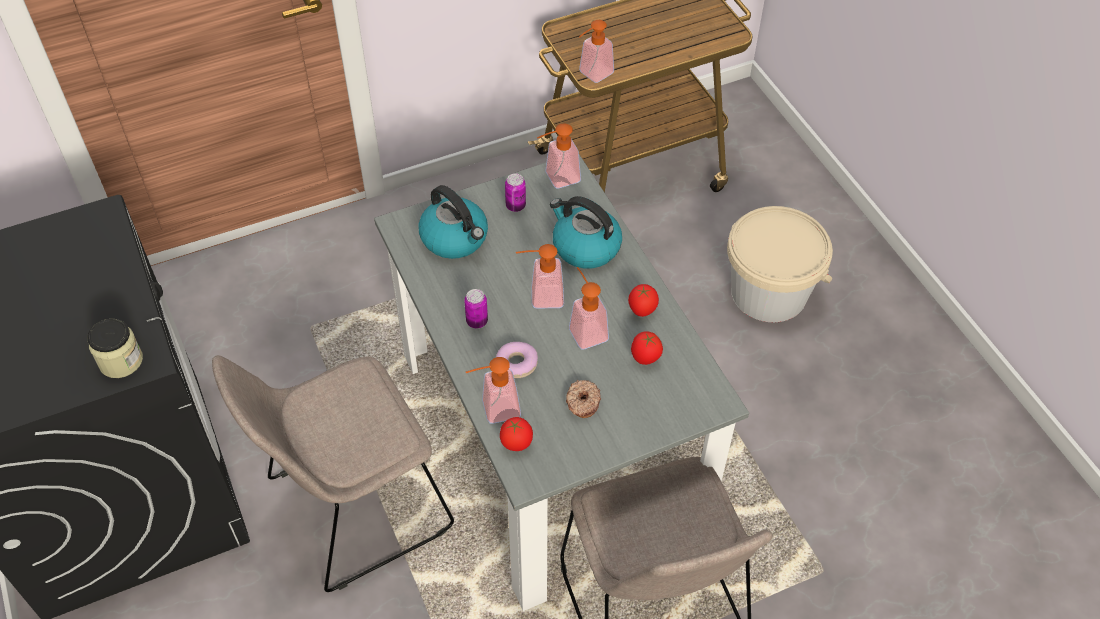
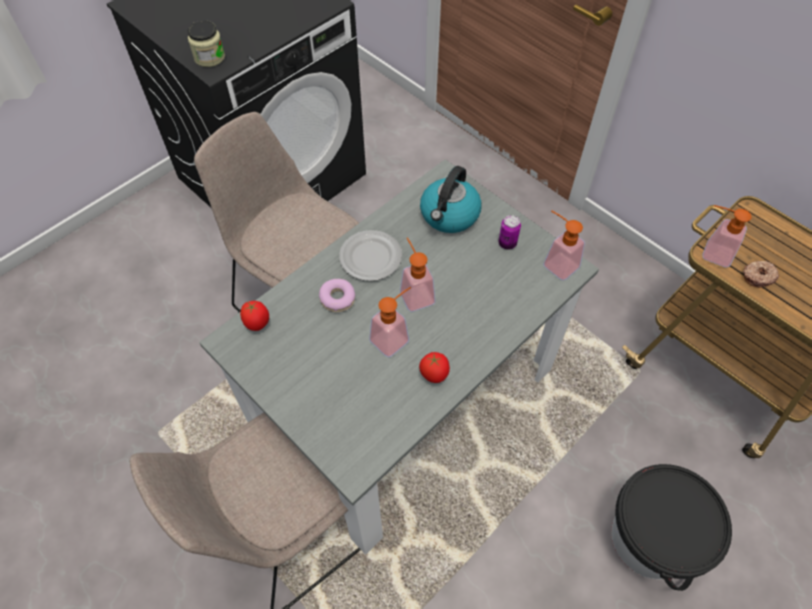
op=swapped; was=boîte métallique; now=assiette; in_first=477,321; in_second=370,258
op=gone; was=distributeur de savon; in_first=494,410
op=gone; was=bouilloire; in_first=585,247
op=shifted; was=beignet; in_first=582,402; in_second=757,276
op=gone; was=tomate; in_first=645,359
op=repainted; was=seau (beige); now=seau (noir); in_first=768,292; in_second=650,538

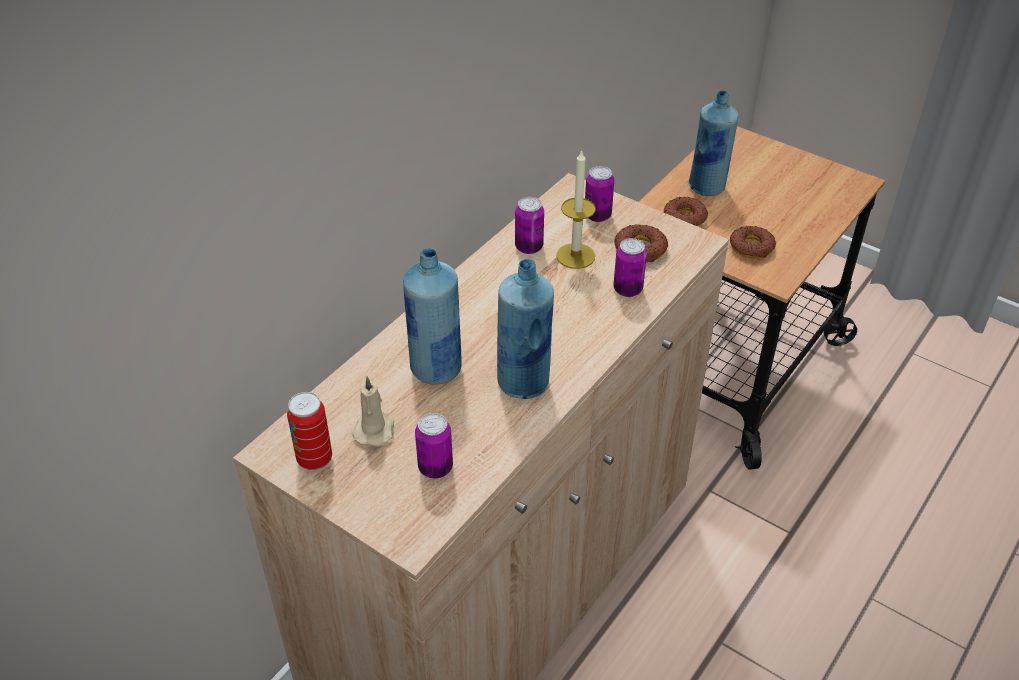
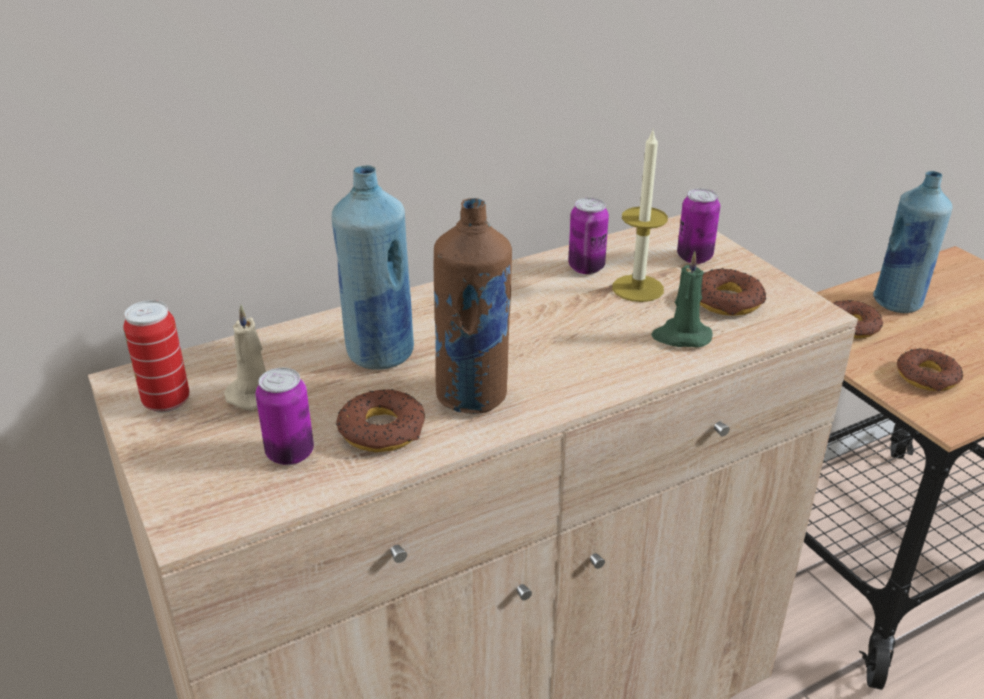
op=repainted; was=bouteille (bleu); now=bouteille (marron); in_first=524,382; in_second=473,396
op=swapped; was=boîte métallique; now=bougie (vert); in_first=627,289; in_second=681,336
op=new; now=beignet; in_second=382,430

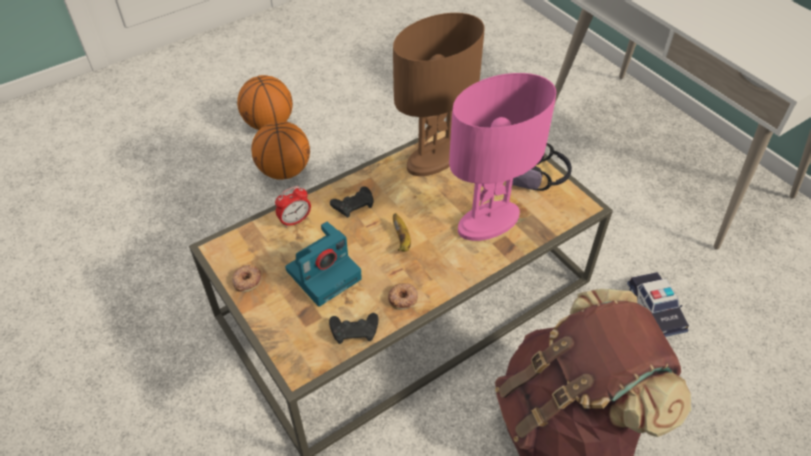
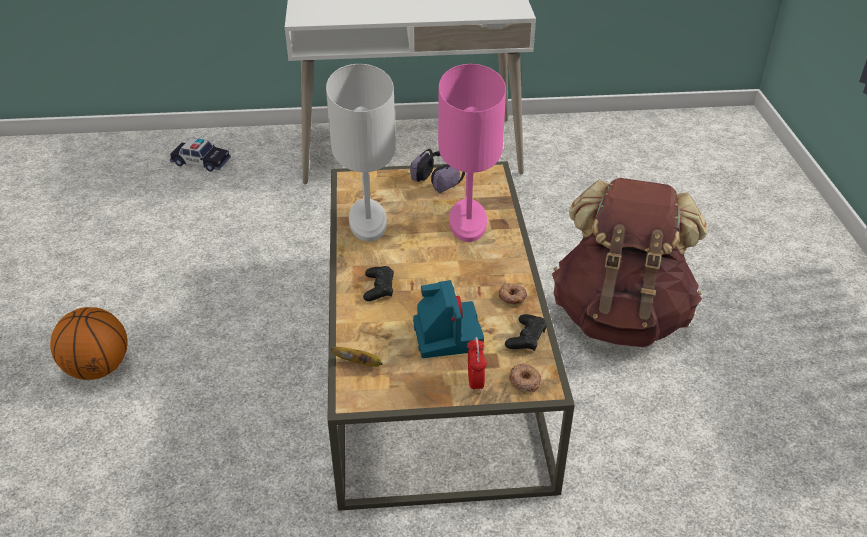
op=shifted; was=beignet; in_first=247,280; in_second=524,381
op=gone; was=ballon de basket; in_first=284,171
op=shifted; was=réveil; in_first=295,221; in_second=475,382
op=repainted; was=lampe de table (marron); now=lampe de table (blanc); in_first=434,159; in_second=368,221
op=shifted; was=banane; in_first=402,240; in_second=359,363
op=shifted; was=petite voiture; in_first=655,309; in_second=201,162

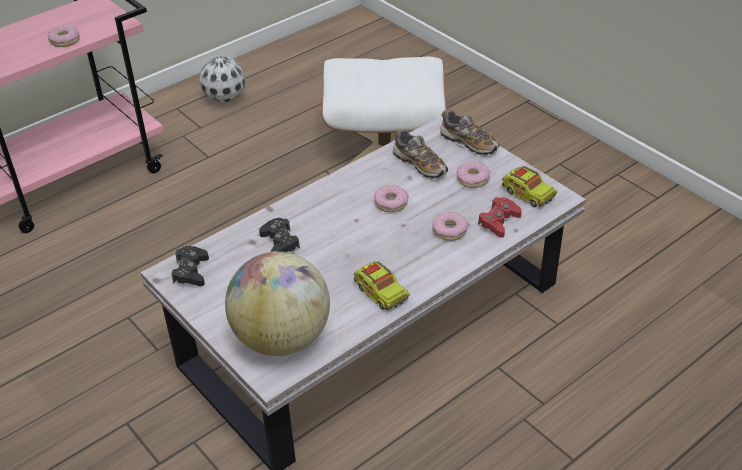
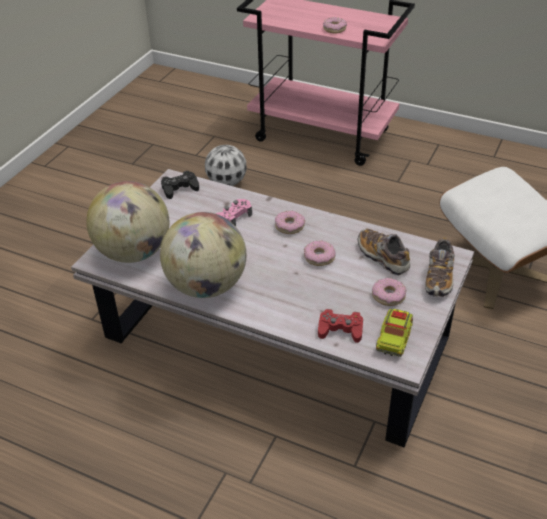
op=shifted; was=ballon de foot; in_first=226,98; in_second=227,183
op=repainted; was=manette (noir); now=manette (rose); in_first=280,242; in_second=233,216
op=swapped; was=camion jouet; now=globe; in_first=380,293; in_second=207,286
op=rotated; was=chaussure; in_first=420,165; in_second=382,258; clockwise=120
op=shifted; was=beignet; in_first=449,230; in_second=289,226

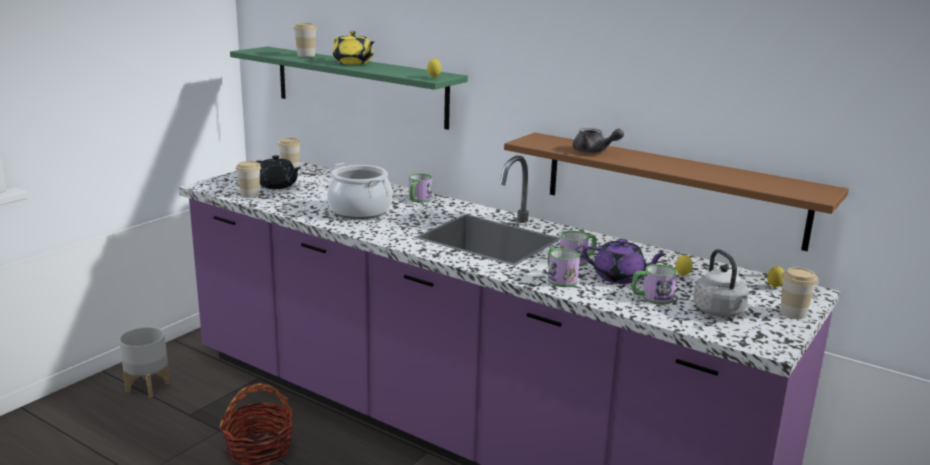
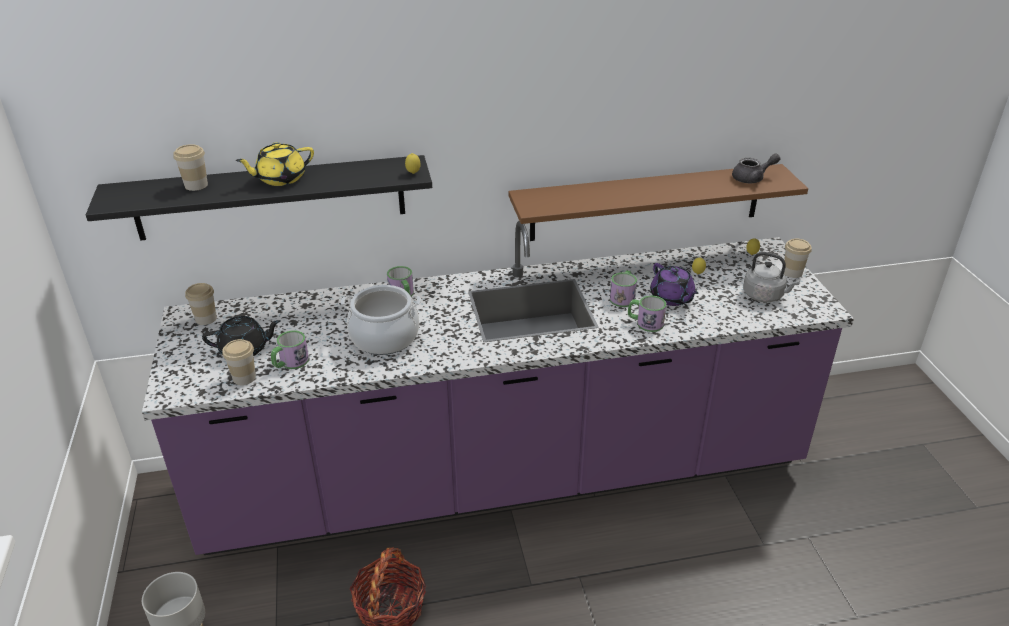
op=repainted; was=étagère (vert); now=étagère (noir); in_first=359,86; in_second=271,198
op=rotated; was=théière (jaune); in_first=353,63; in_second=280,179; clockwise=150
op=shifted; was=théière (gris); in_first=594,151; in_second=752,178
op=rotated; was=théière (violet); in_first=620,277; in_second=672,298; clockwise=90
op=shifted; was=mug; in_first=651,298; in_second=290,363

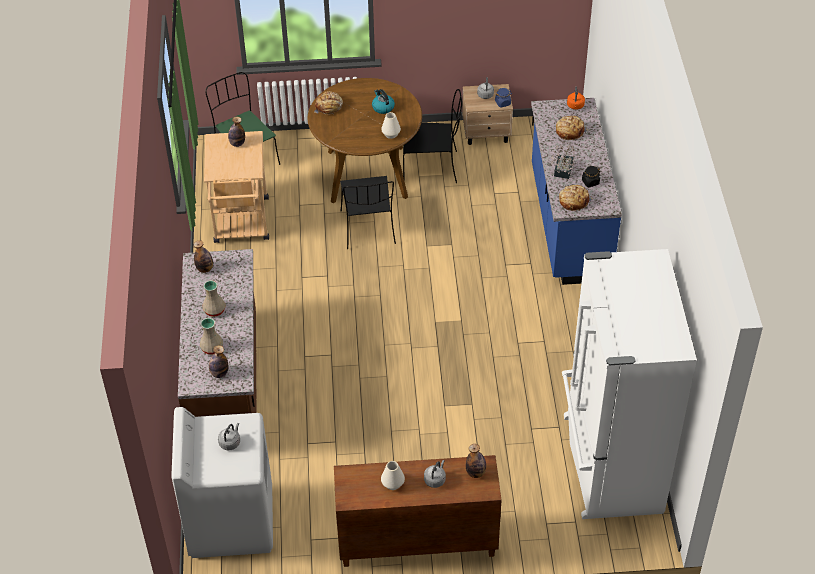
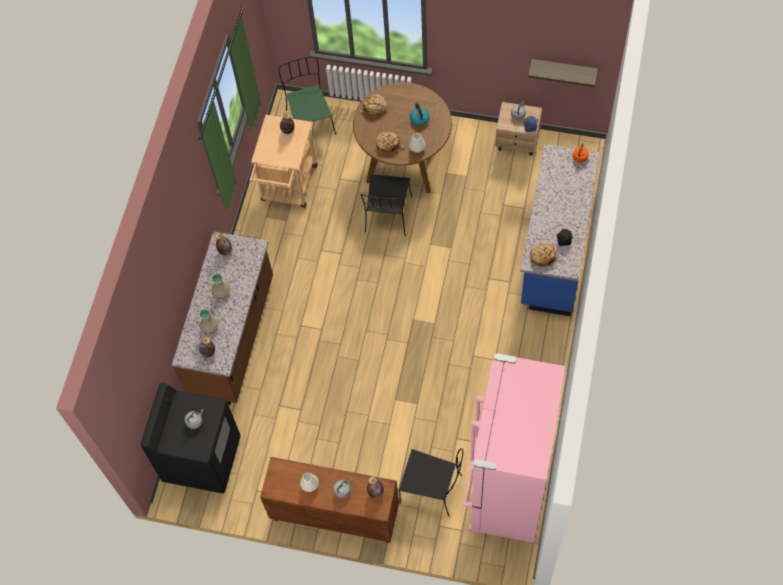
op=repainted; was=lave-linge (blanc); now=lave-linge (noir); in_first=231,521; in_second=202,458
op=shifted; was=chaise (noir); in_first=432,167; in_second=432,489
op=gone; was=plante en pot; in_first=562,172
op=shifted; was=pain; in_first=569,131; in_second=388,144
op=repainted; was=réfrigérateur (blanc); now=réfrigérateur (rose); in_first=609,464; in_second=507,487
op=new; now=étagère; in_second=563,70

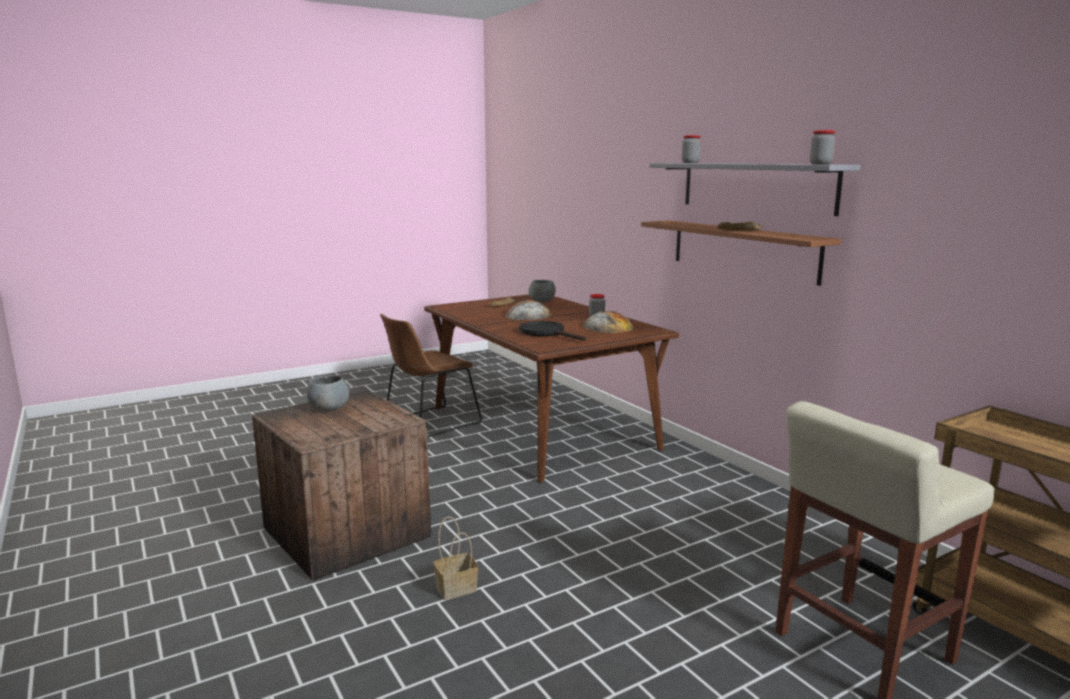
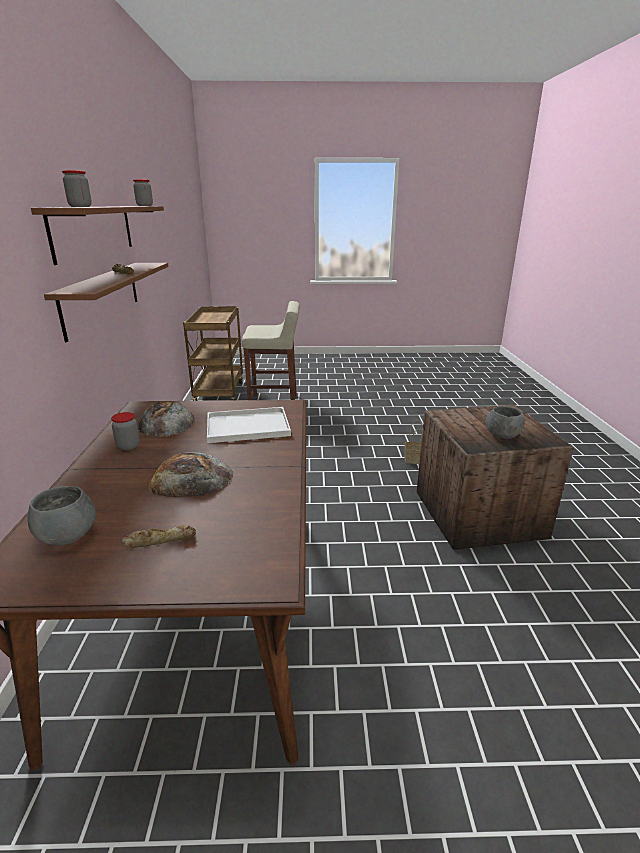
op=gone; was=chaise (marron); in_first=429,423
op=swapped; was=poêle (noir); now=plateau (blanc); in_first=546,333; in_second=246,427
op=repainted; was=étagère (gris); now=étagère (marron); in_first=755,186; in_second=94,230

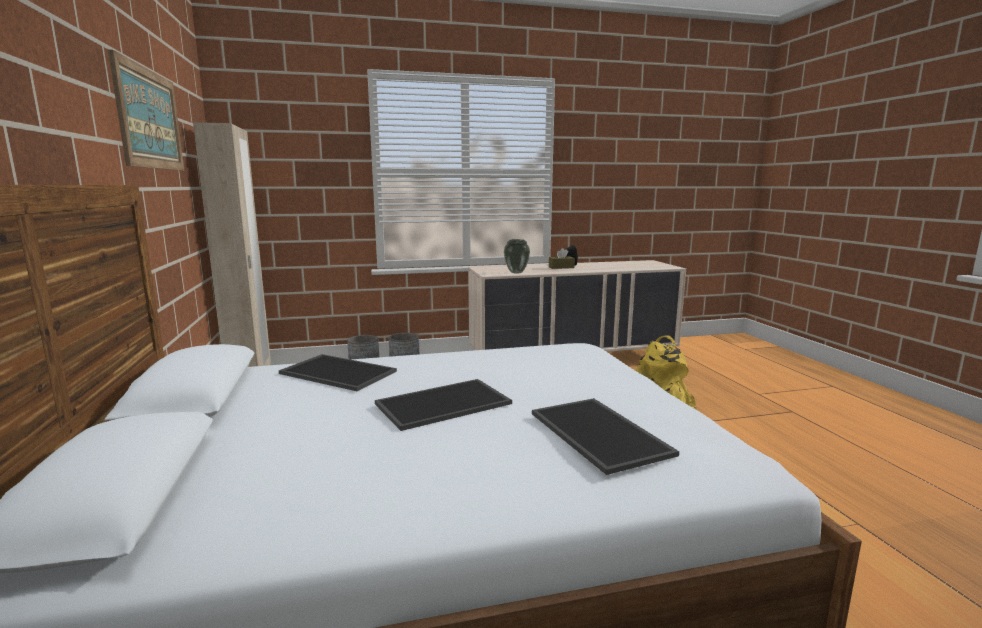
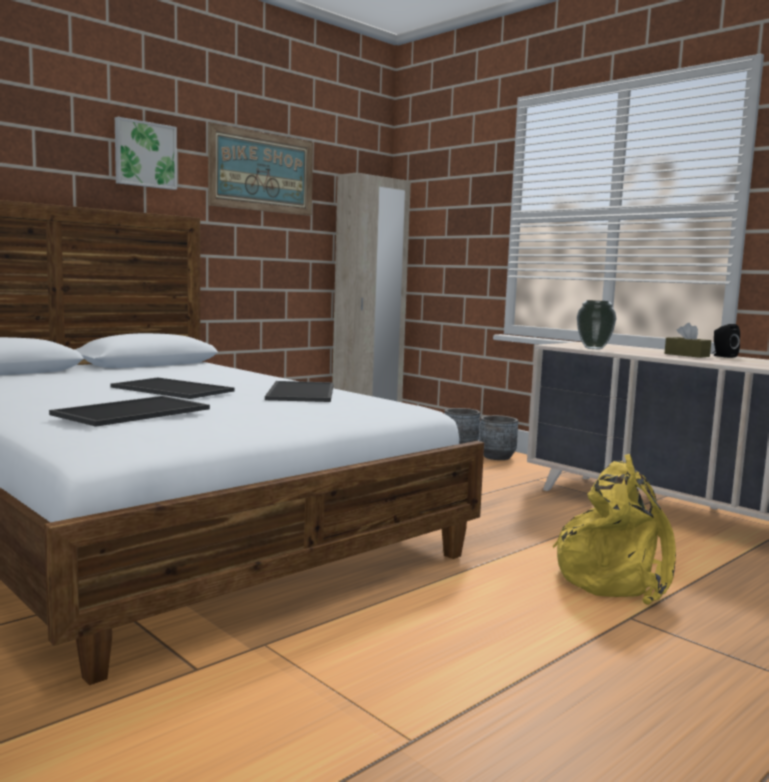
op=shifted; was=plateau; in_first=336,373; in_second=299,392
op=new; now=tableau; in_second=145,154

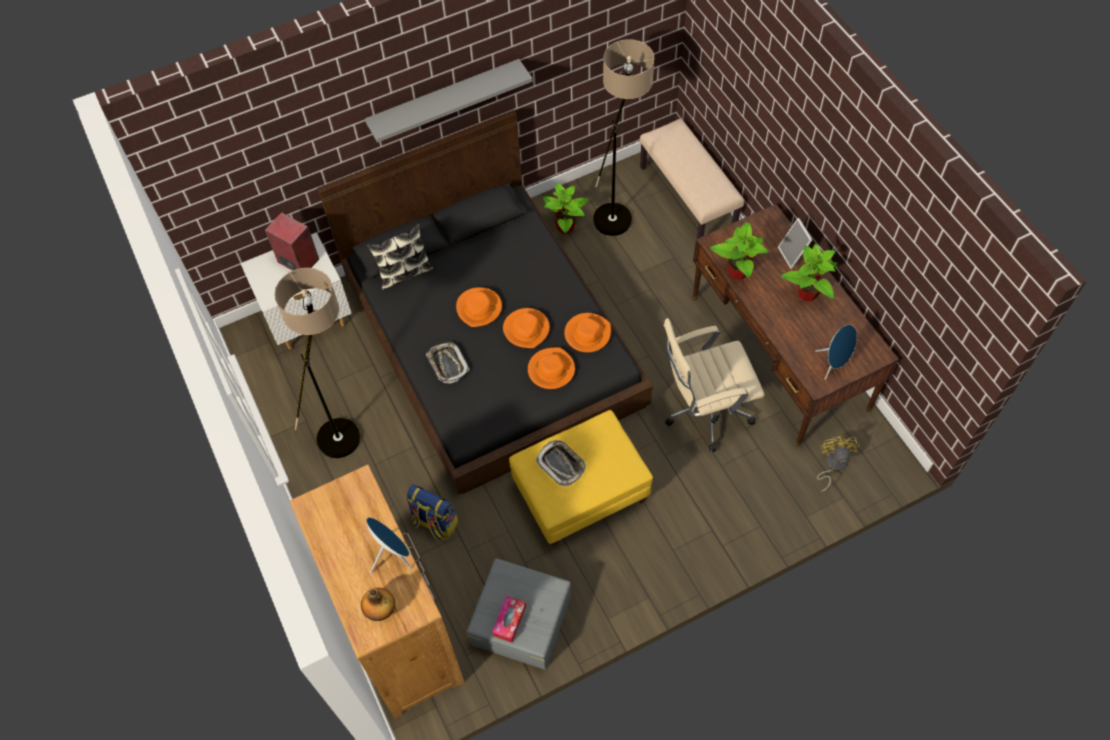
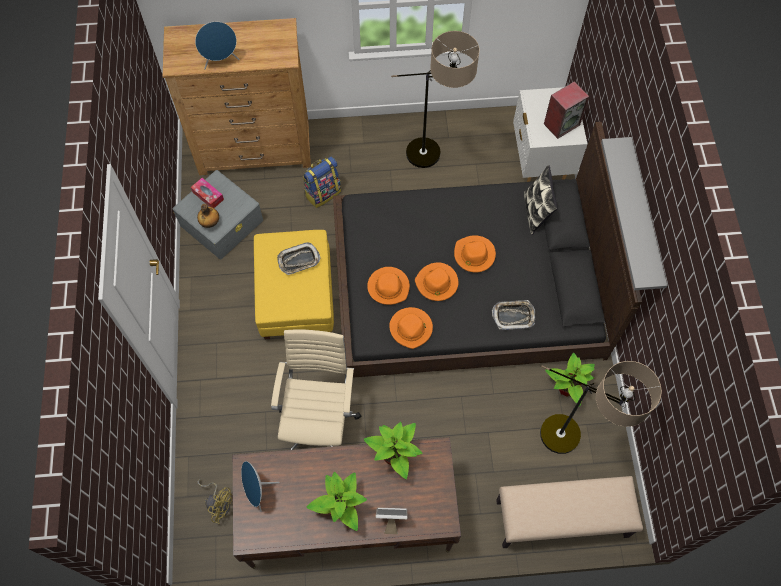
op=shifted; was=bouteille; in_first=381,610; in_second=210,223
op=shifted; was=plateau; in_first=447,364; in_second=513,316

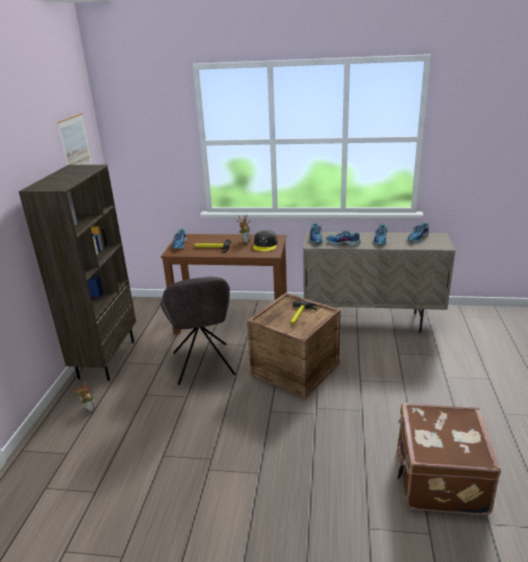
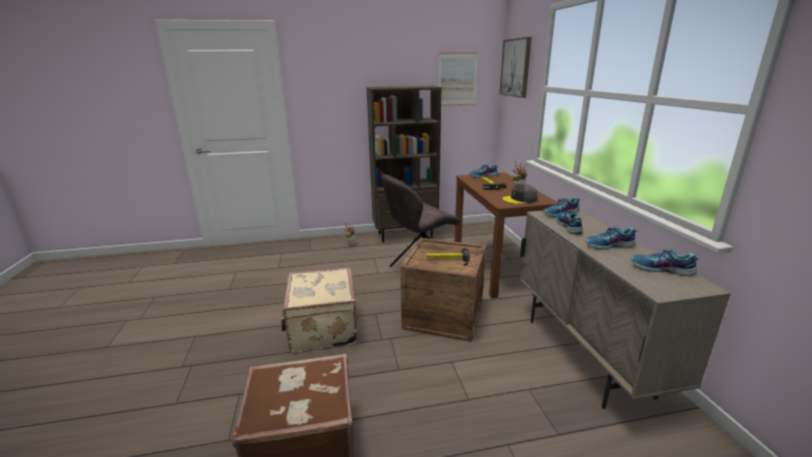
op=new; now=valise (beige); in_second=322,329
op=new; now=tableau; in_second=516,67

